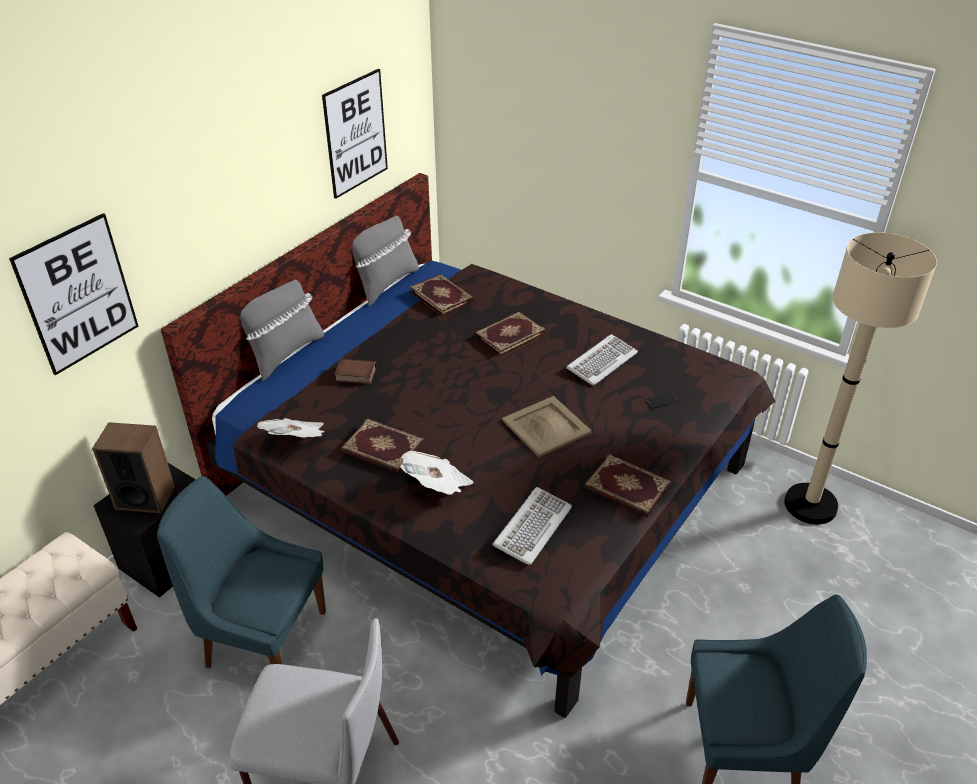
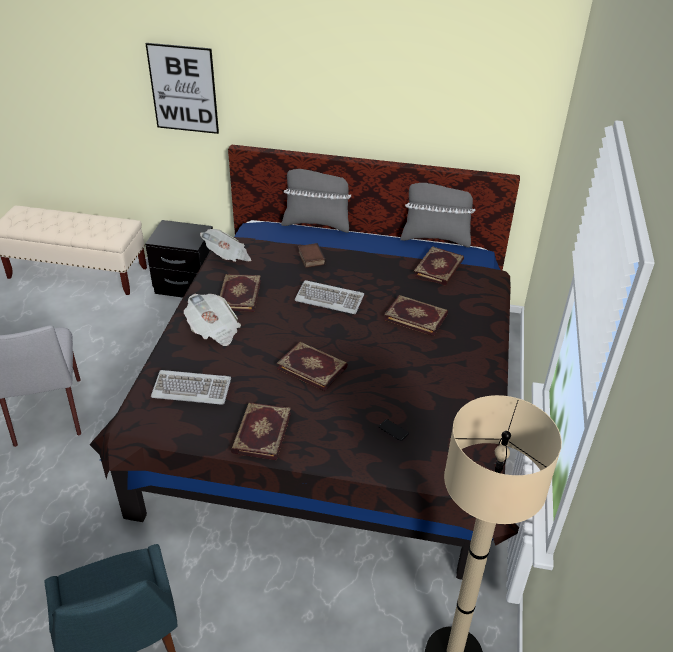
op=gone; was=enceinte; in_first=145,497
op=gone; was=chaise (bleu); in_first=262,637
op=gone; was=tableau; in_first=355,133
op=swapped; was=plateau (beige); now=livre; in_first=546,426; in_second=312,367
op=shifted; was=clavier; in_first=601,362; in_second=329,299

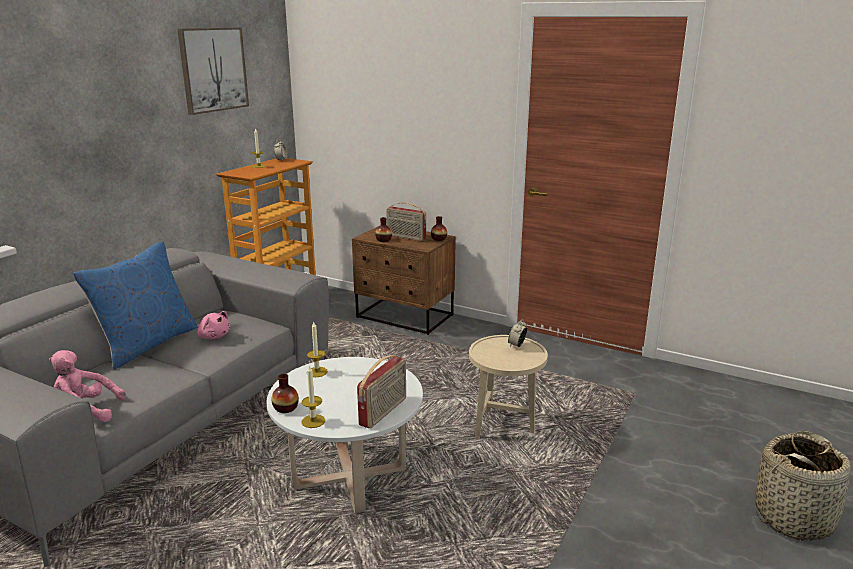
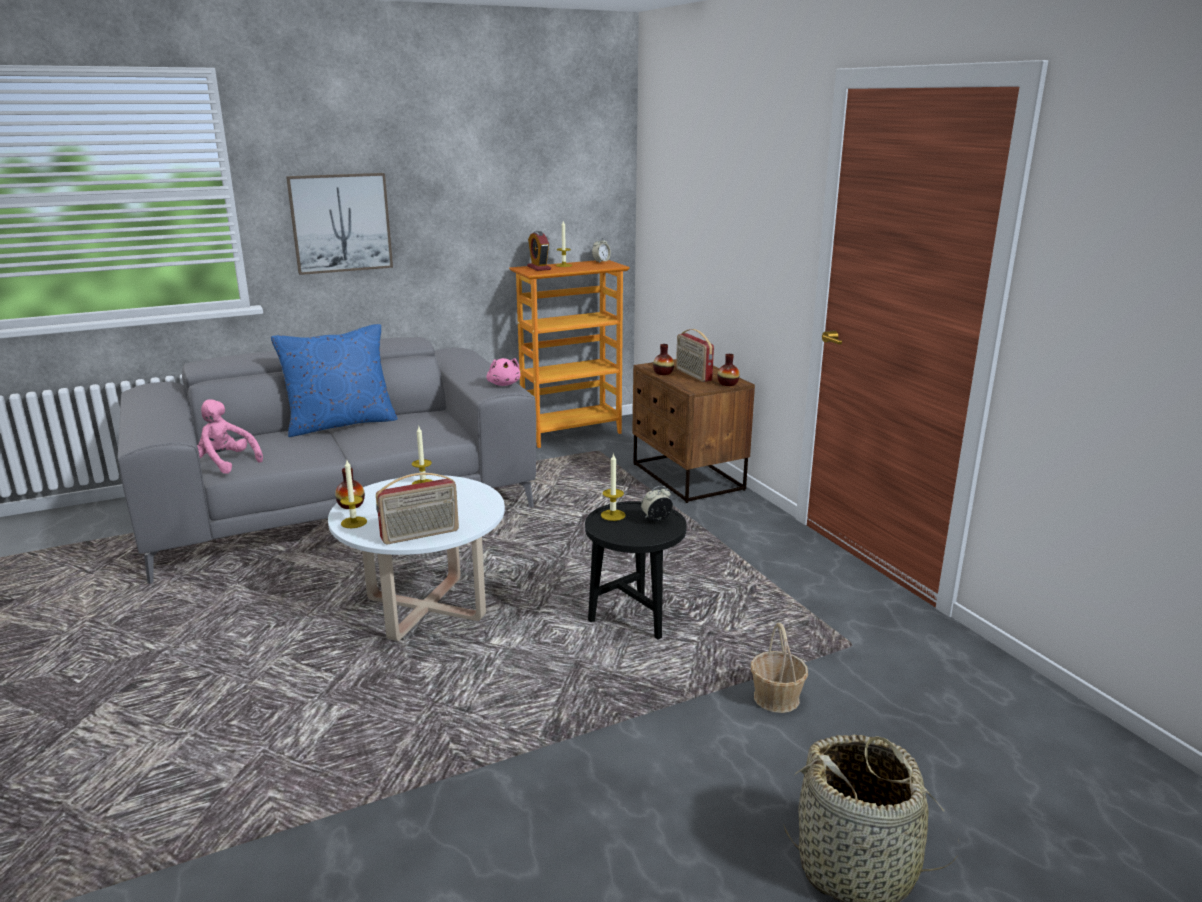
op=shifted; was=tableau; in_first=213,69; in_second=341,223
op=shifted; was=peluche (rose); in_first=214,336; in_second=504,384
op=repainted; was=table d'appoint (beige); now=table d'appoint (noir); in_first=504,428; in_second=634,622
op=new; now=réveil; in_second=539,268
op=new; now=bougie; in_second=613,515
op=new; now=panier; in_second=776,698

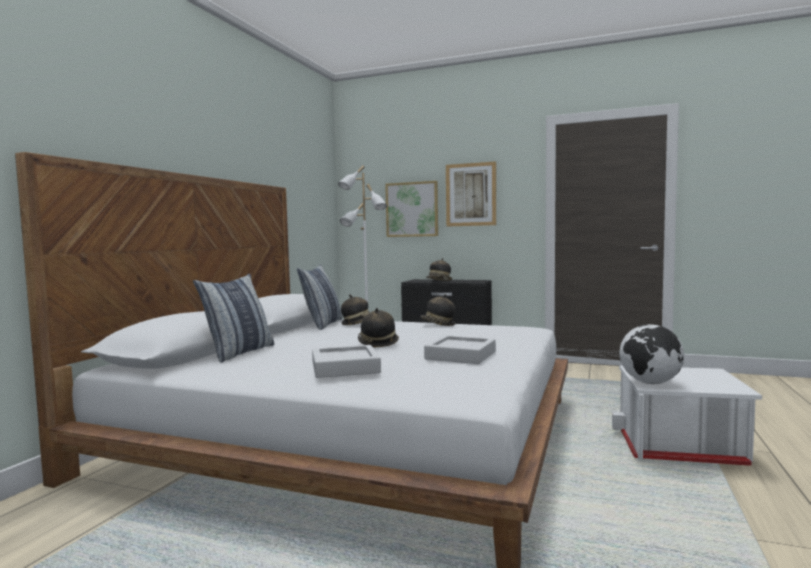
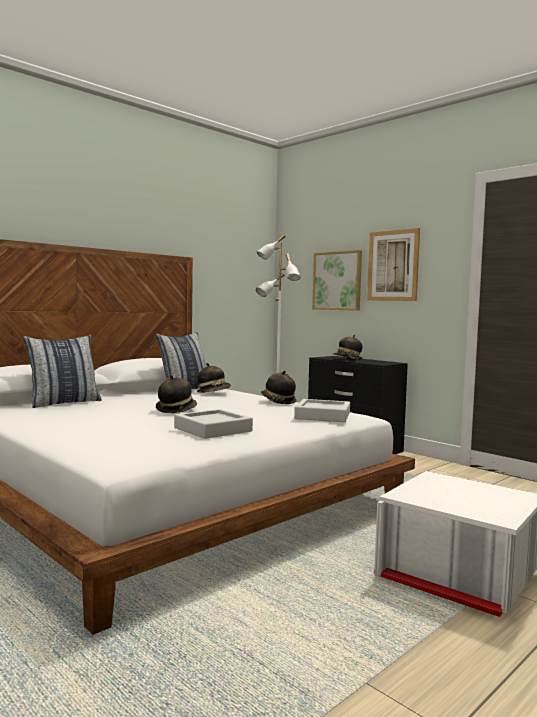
op=shifted; was=plateau (gris); in_first=345,368; in_second=322,416
op=gone; was=globe; in_first=650,383

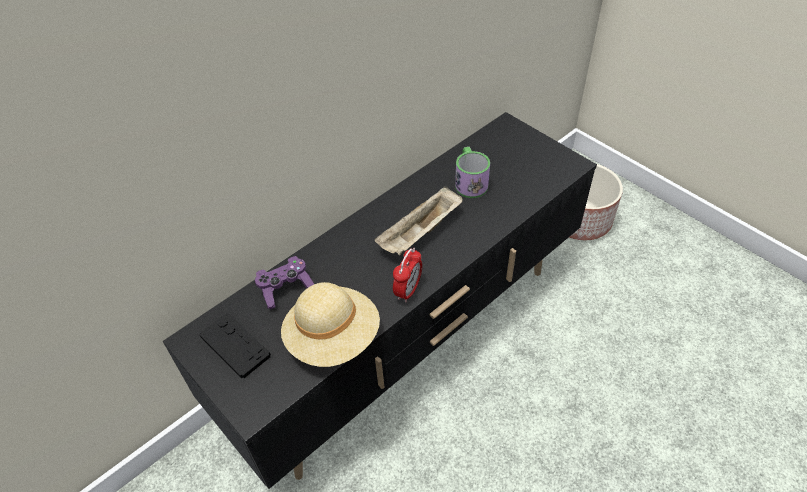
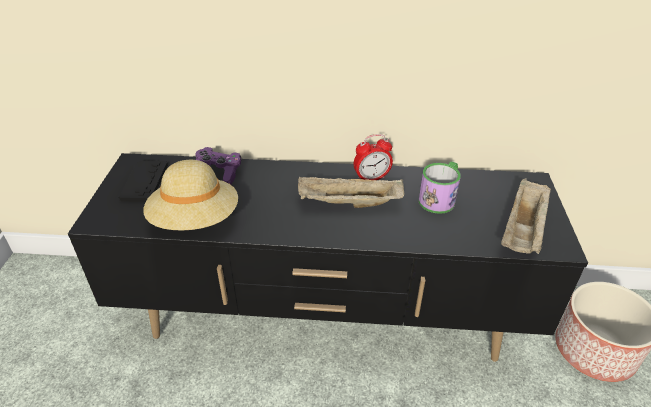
op=shifted; was=réveil; in_first=408,290; in_second=371,178
op=new; now=plateau (beige); in_second=523,231

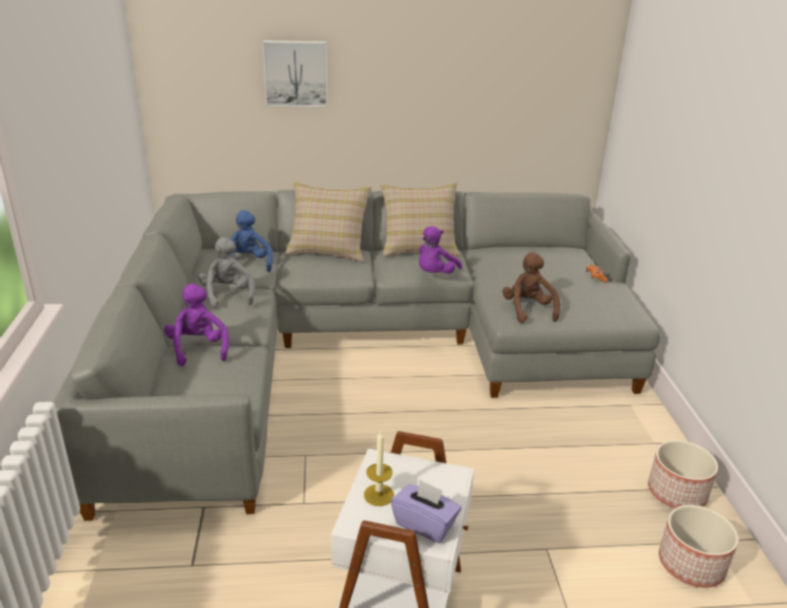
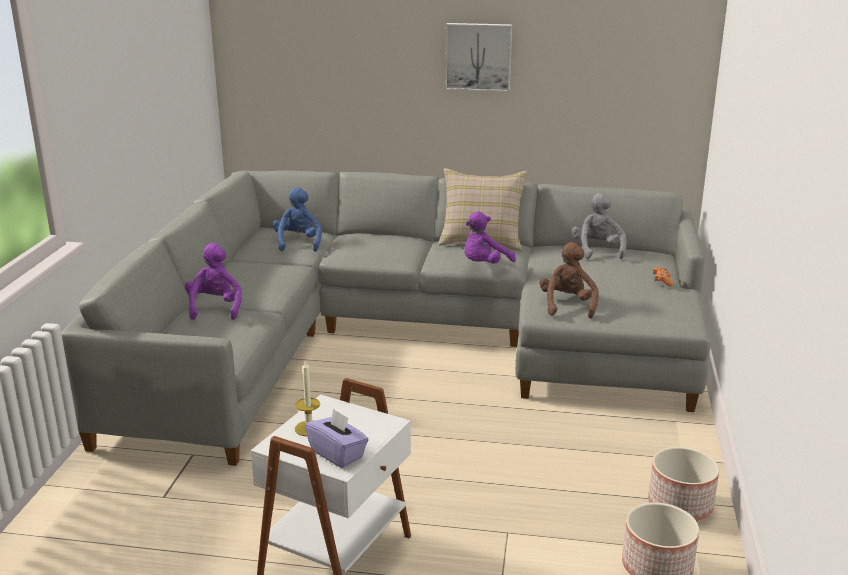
op=shifted; was=peluche (gris); in_first=228,295; in_second=597,250
op=shifted; was=tableau; in_first=296,73; in_second=478,56
op=gone; was=coussin (beige); in_first=328,250

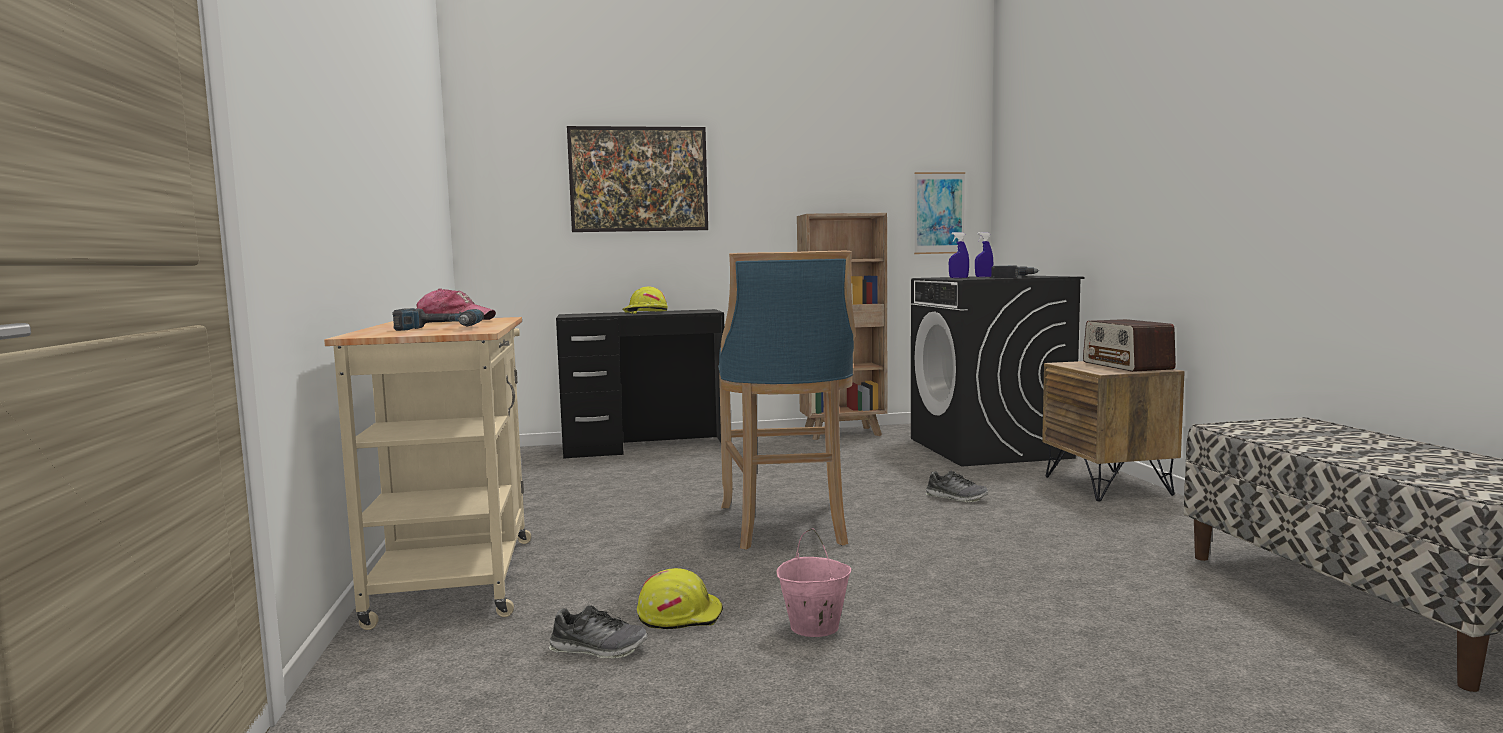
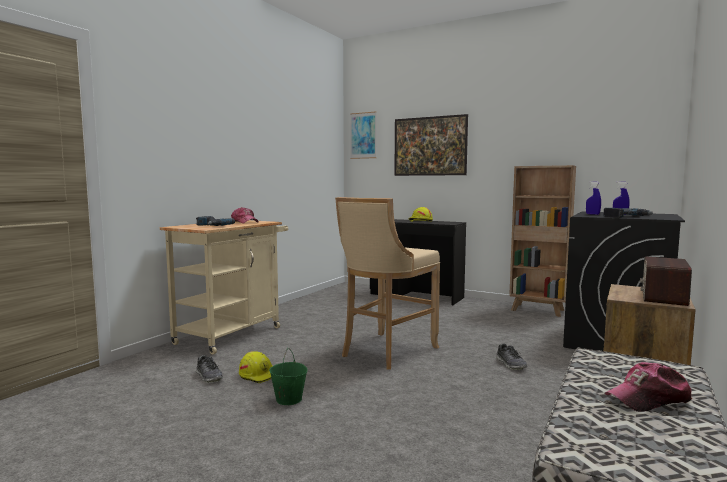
op=repainted; was=tabouret (bleu); now=tabouret (beige); in_first=787,526; in_second=386,352
op=repainted; was=seau (rose); now=seau (vert); in_first=813,627; in_second=288,399
op=shifted; was=tableau; in_first=939,213; in_second=363,135
op=new; now=casquette; in_second=648,399

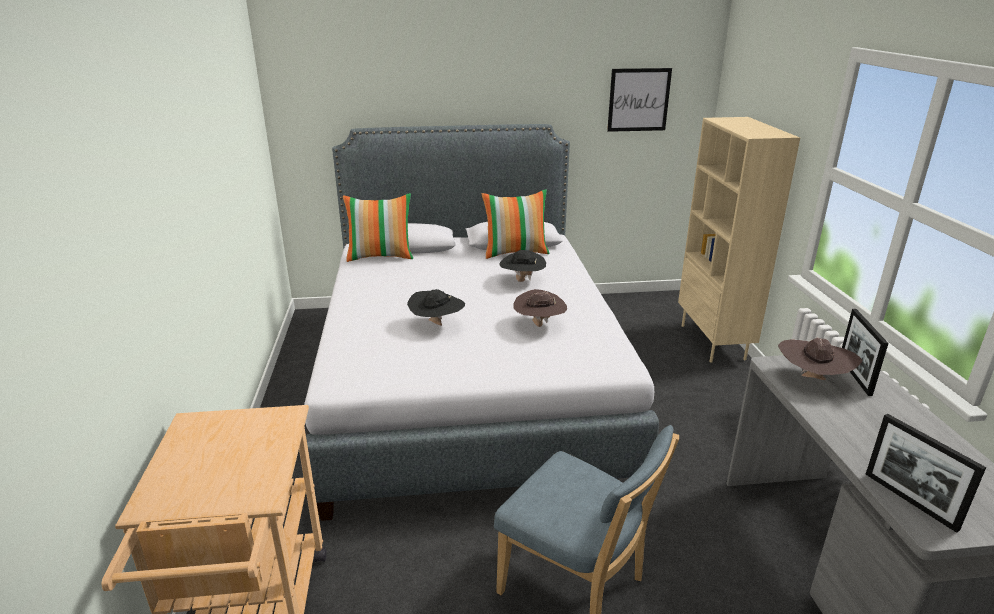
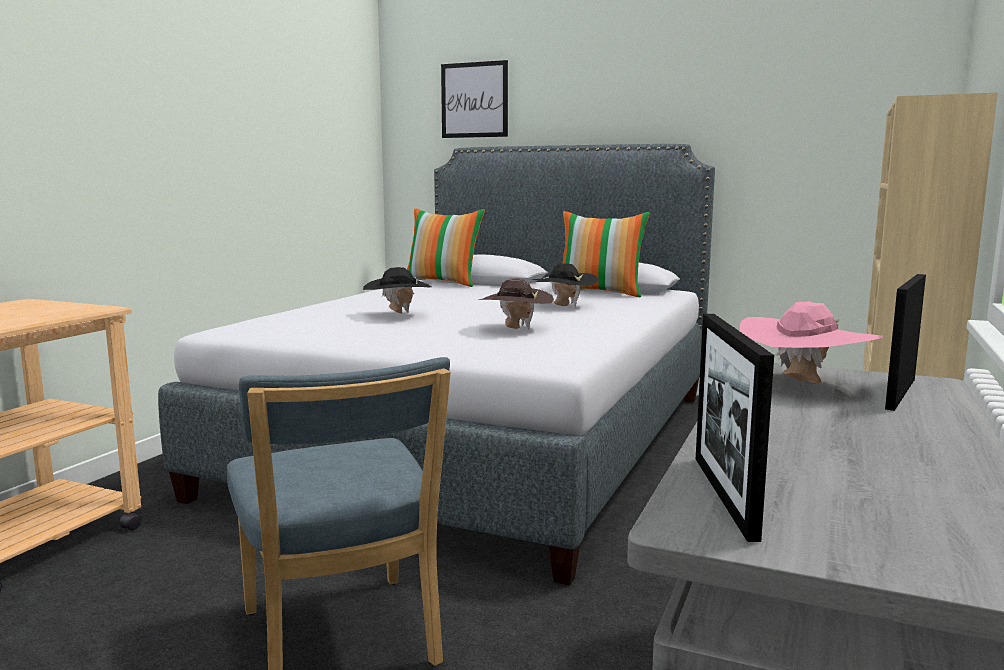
op=shifted; was=tableau; in_first=638,100; in_second=474,100
op=repainted; was=chapeau (marron); now=chapeau (rose); in_first=812,380; in_second=803,385

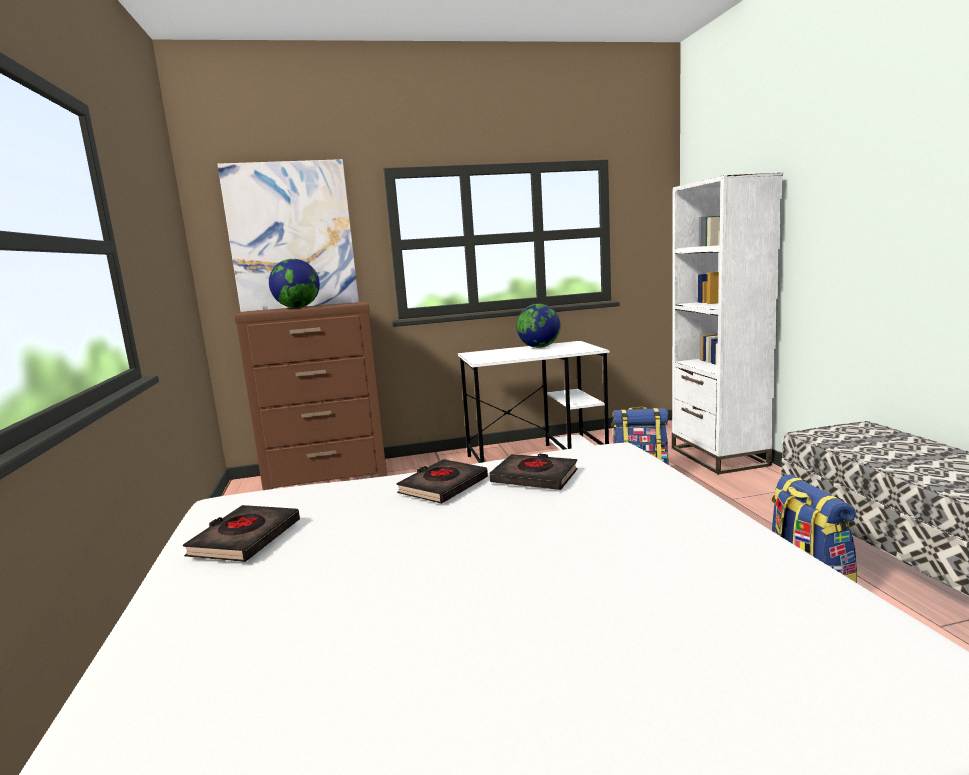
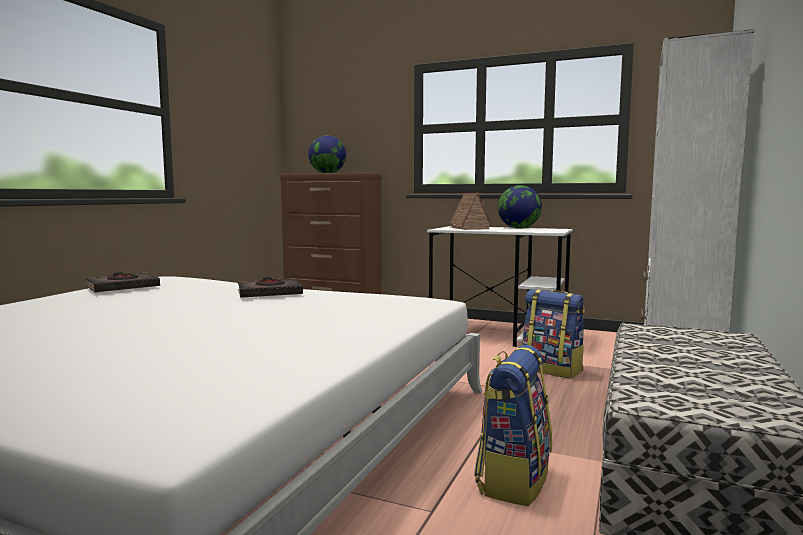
op=gone; was=tableau; in_first=292,243
op=gone; was=livre (noir); in_first=535,477
op=new; now=maison miniature; in_second=469,228

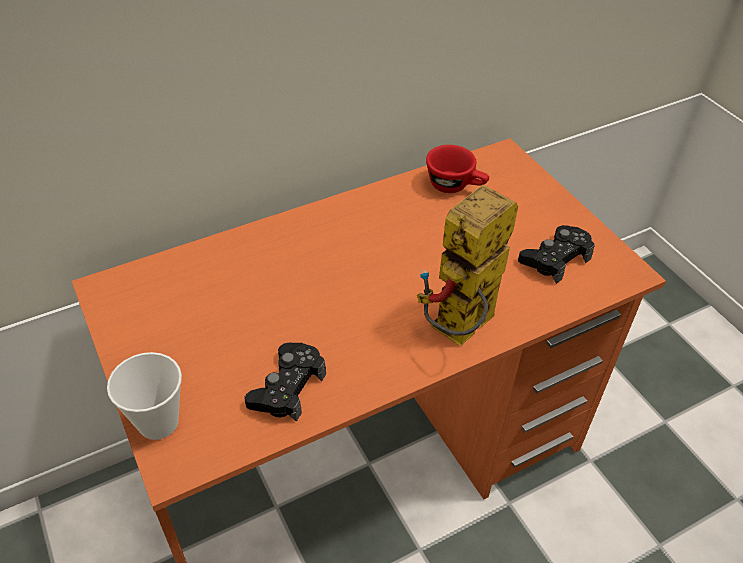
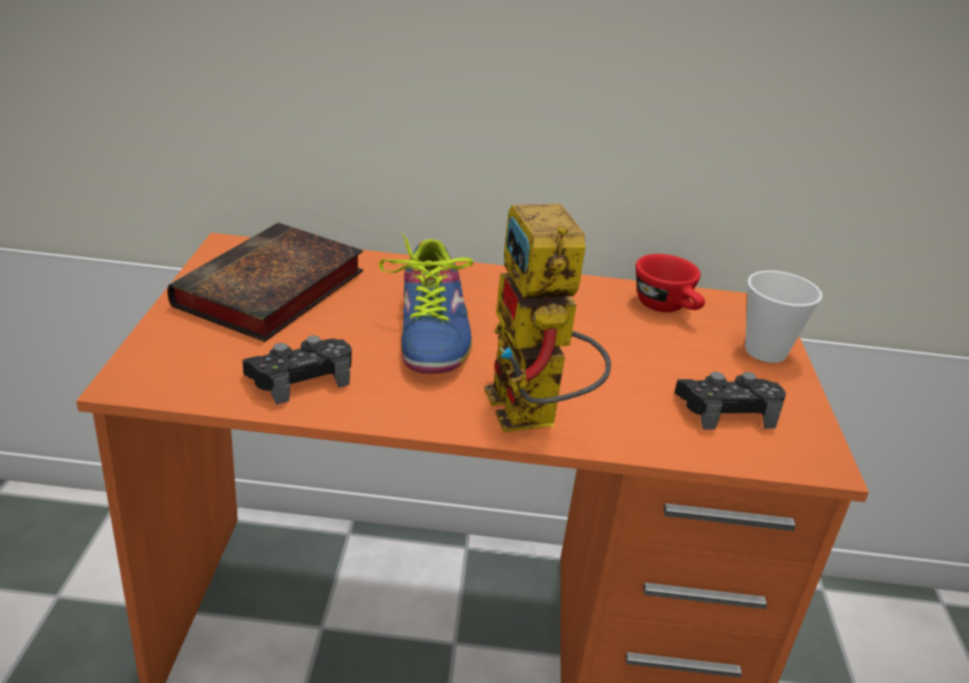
op=shifted; was=tasse; in_first=158,422; in_second=765,351
op=rotated; was=robot jouet; in_first=459,333; in_second=533,418; clockwise=-90
op=new; now=livre; in_second=270,292
op=new; now=chaussure; in_second=432,331

